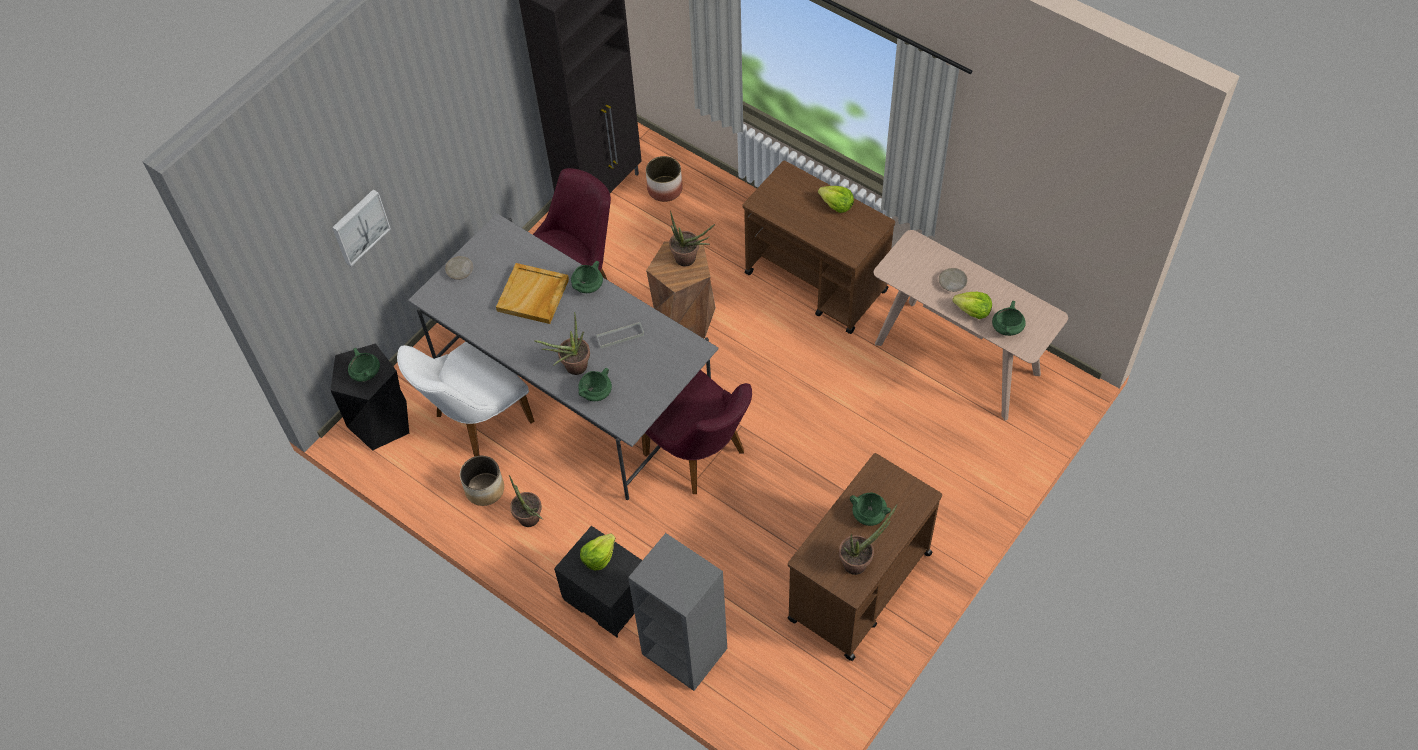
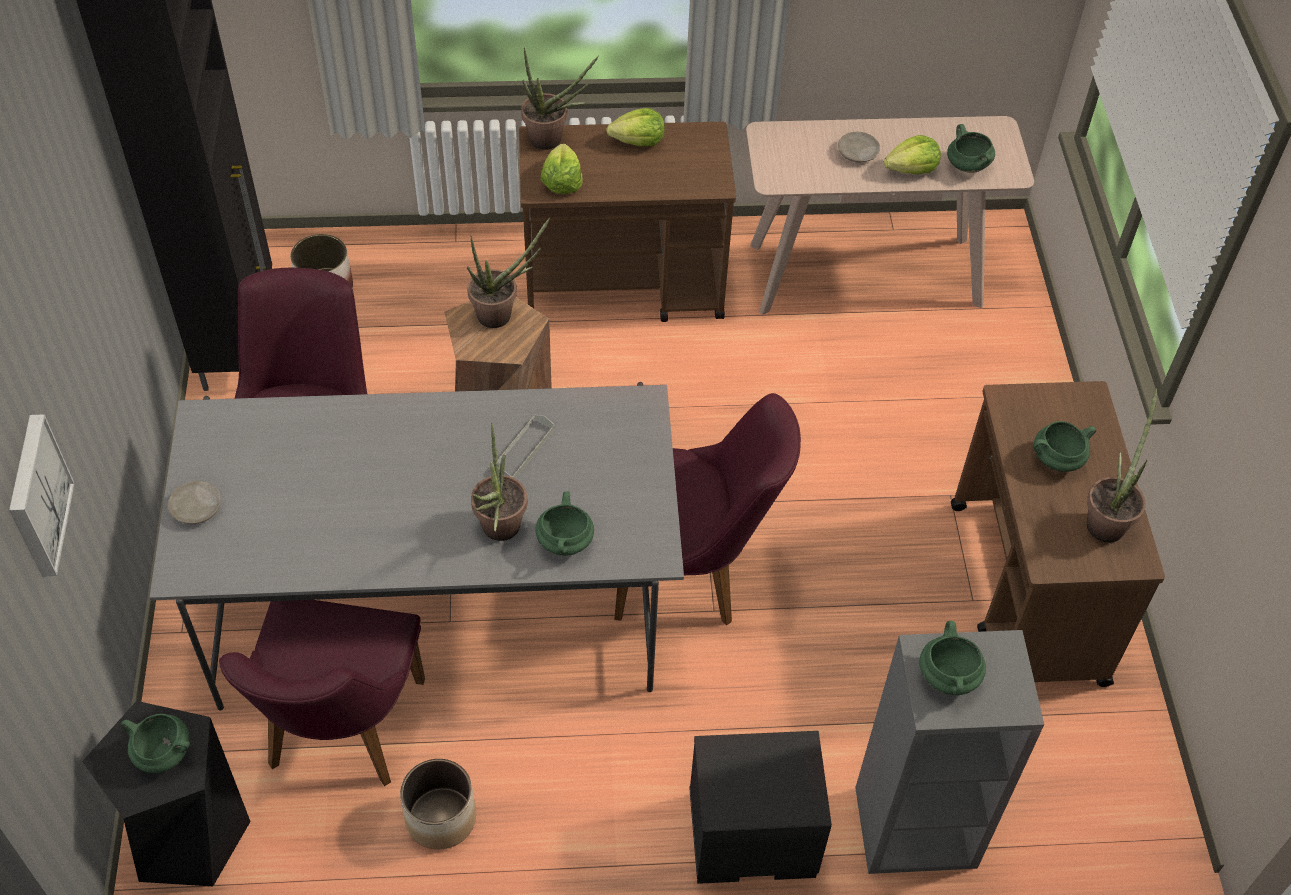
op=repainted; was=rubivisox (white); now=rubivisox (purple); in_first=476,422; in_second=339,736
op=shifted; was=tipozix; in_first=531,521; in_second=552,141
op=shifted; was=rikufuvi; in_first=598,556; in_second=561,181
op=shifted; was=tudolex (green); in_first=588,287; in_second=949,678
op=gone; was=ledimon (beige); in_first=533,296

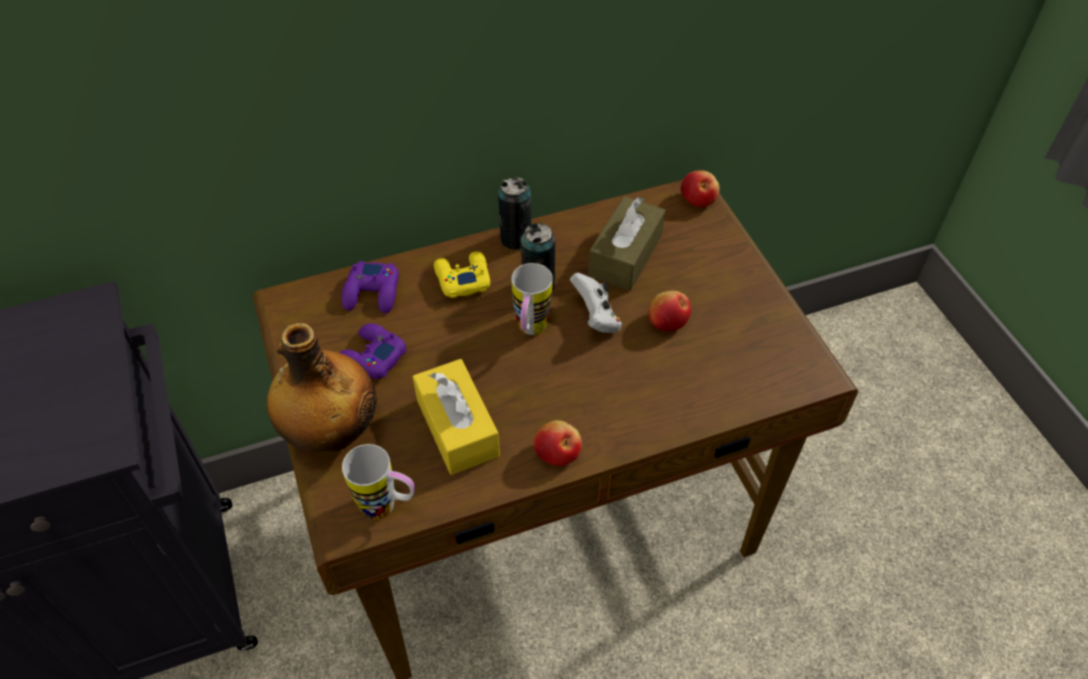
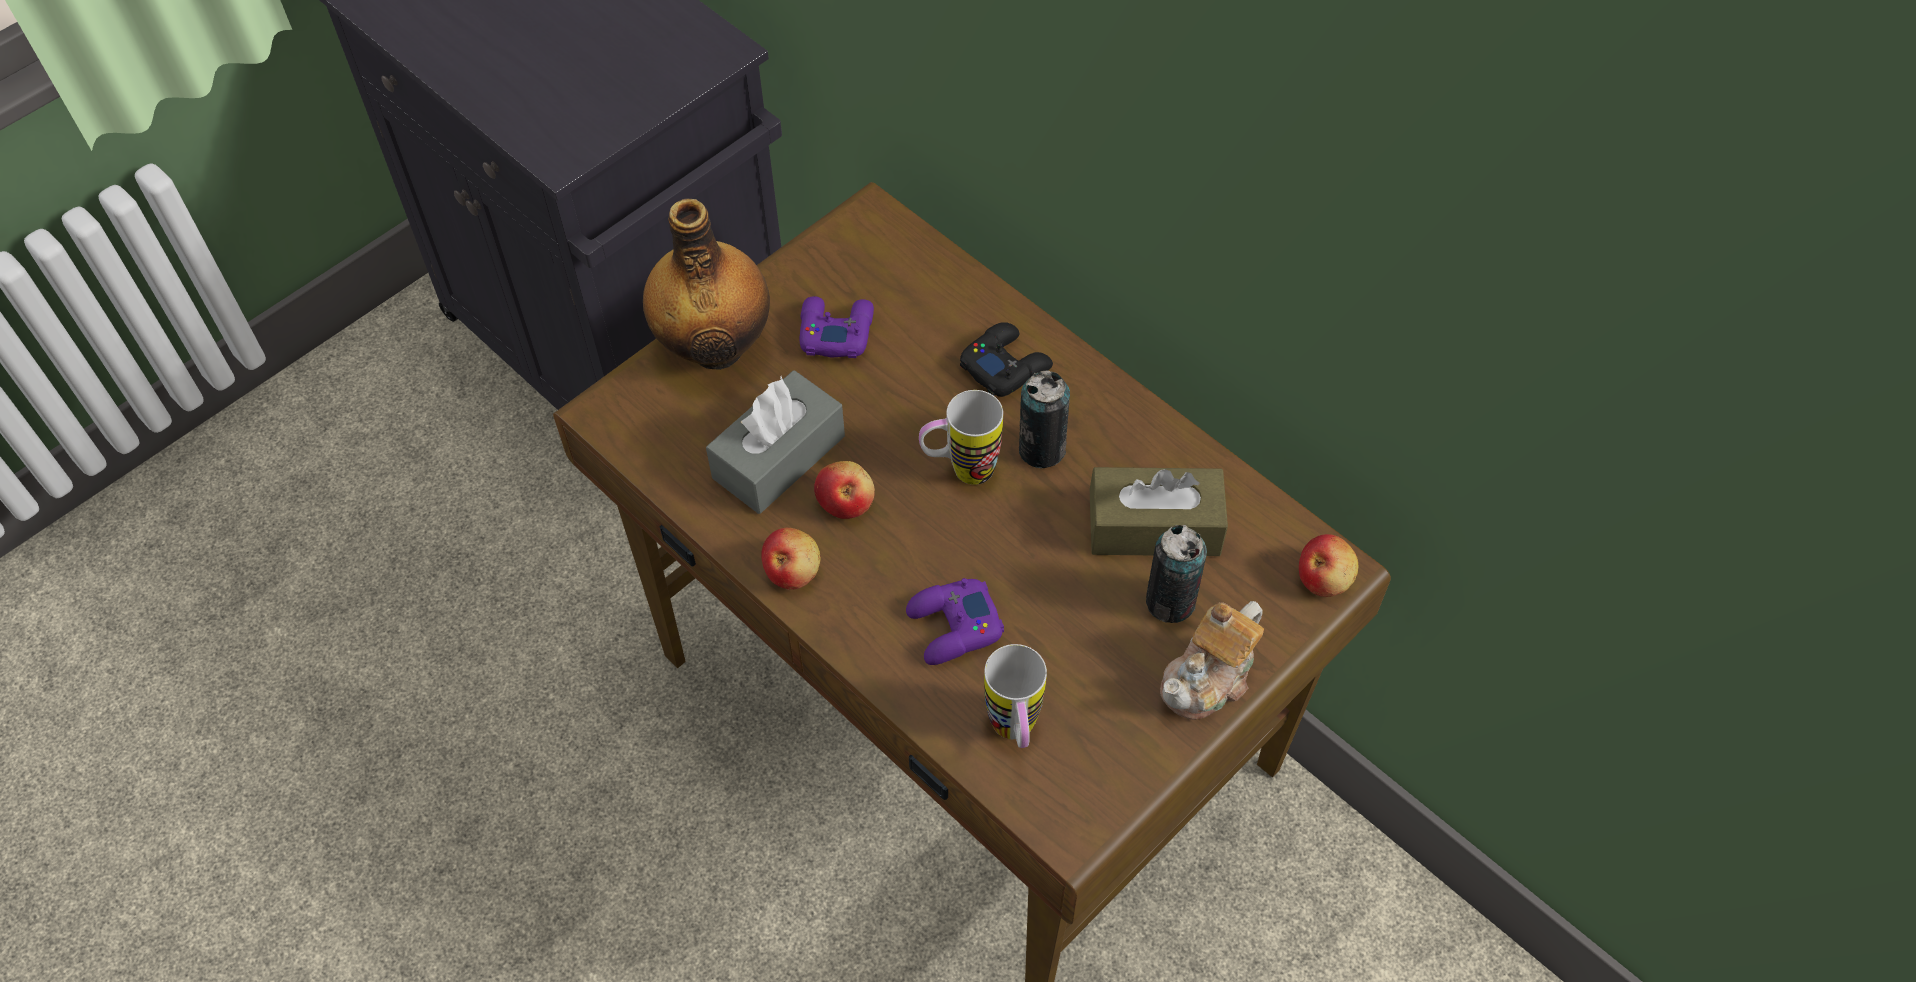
op=repainted; was=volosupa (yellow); now=volosupa (grey); in_first=457,427; in_second=779,457
op=shifted; was=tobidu; in_first=667,321; in_second=846,502
op=shifted; was=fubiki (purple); in_first=372,293; in_second=953,627
op=repainted; was=fubiki (yellow); now=fubiki (black); in_first=462,278; in_second=1005,365
op=shifted; was=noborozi; in_first=388,508; in_second=1015,734
op=shifted; was=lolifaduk; in_first=516,238; in_second=1170,602
op=new; now=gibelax; in_second=1209,678
op=gone; was=fubiki (white); in_first=596,317

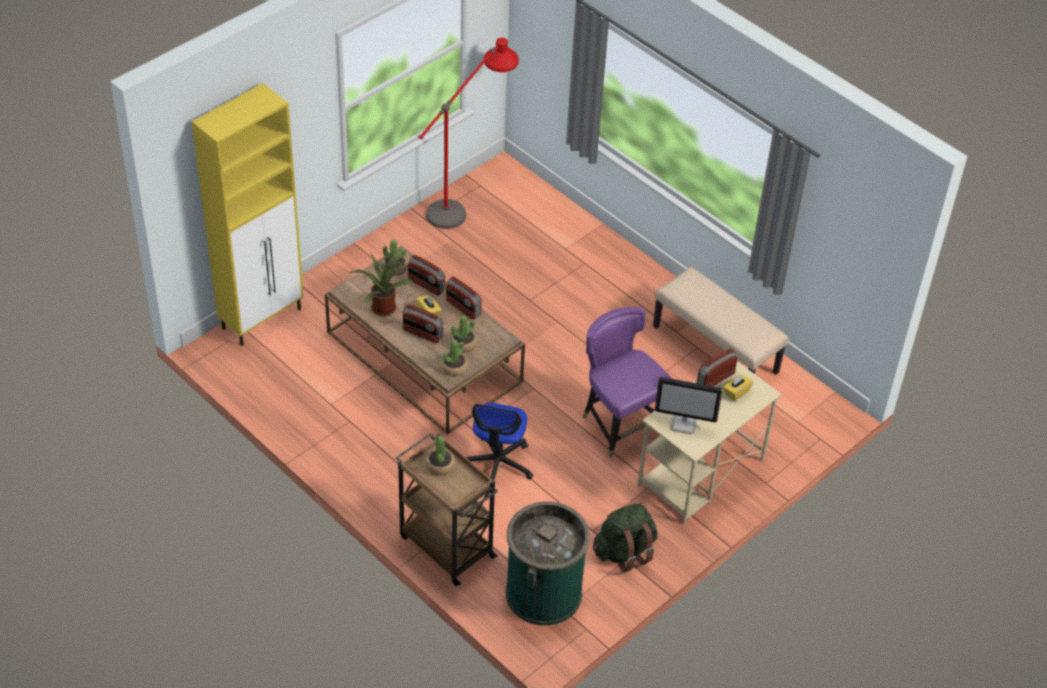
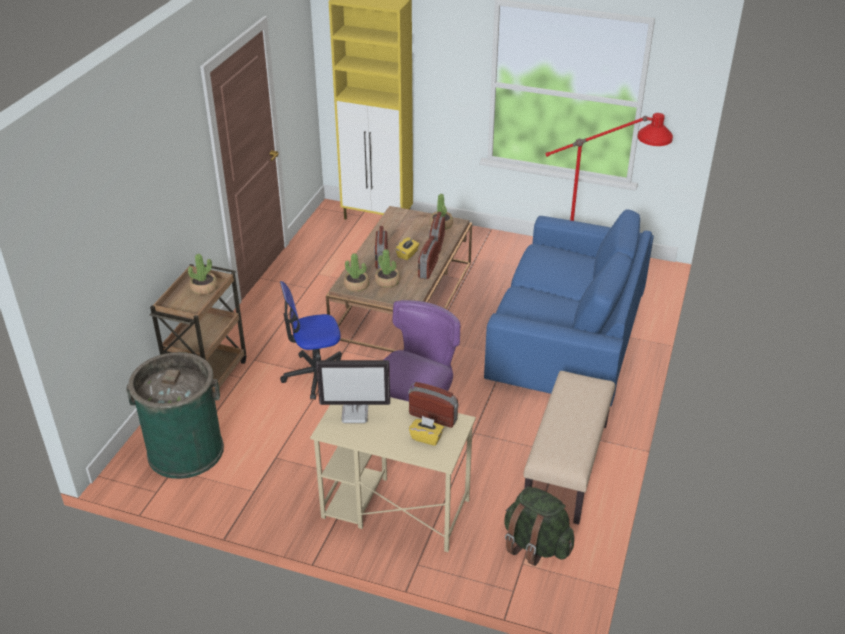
op=rotated; was=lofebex; in_first=684,423; in_second=355,414; clockwise=-75
op=new; now=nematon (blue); in_second=567,333
op=shifted; was=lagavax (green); in_first=624,551; in_second=535,545
op=gone; was=tipozix; in_first=383,306

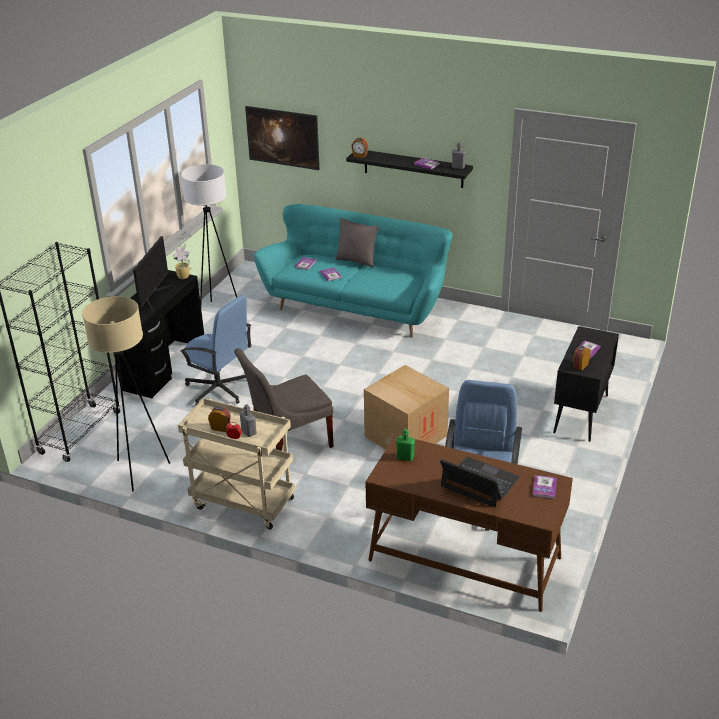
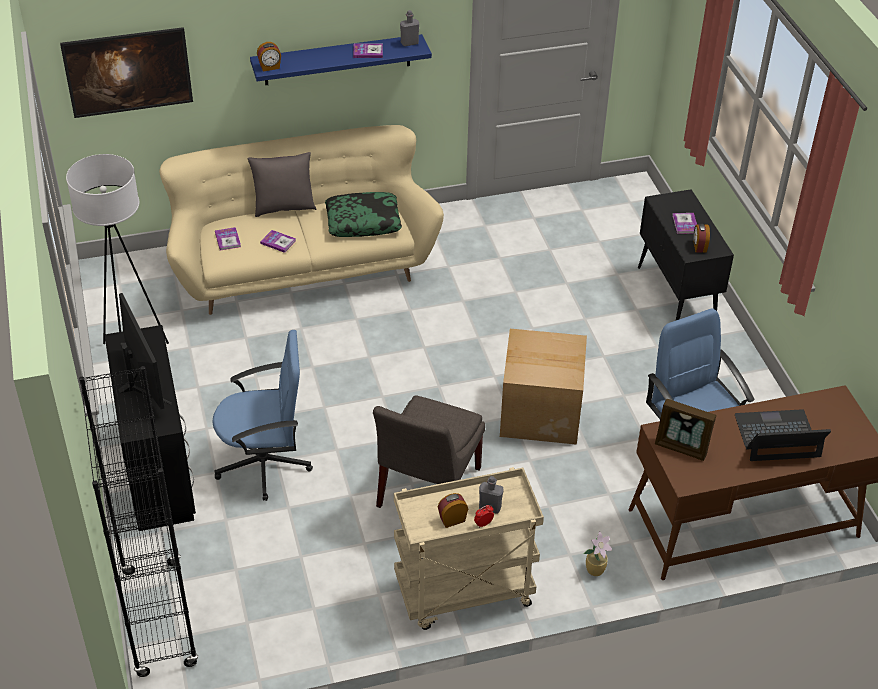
op=repainted; was=nematon (turquoise); now=nematon (beige); in_first=357,307; in_second=302,267
op=repainted; was=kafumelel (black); now=kafumelel (blue); in_first=413,168; in_second=337,60
op=new; now=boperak; in_second=363,221
op=shifted; was=tipozix; in_first=184,277; in_second=596,569
op=swapped; was=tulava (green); now=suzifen; in_first=405,457; in_second=681,447
op=gone; was=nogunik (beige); in_first=139,471
op=gone; was=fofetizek; in_first=544,488

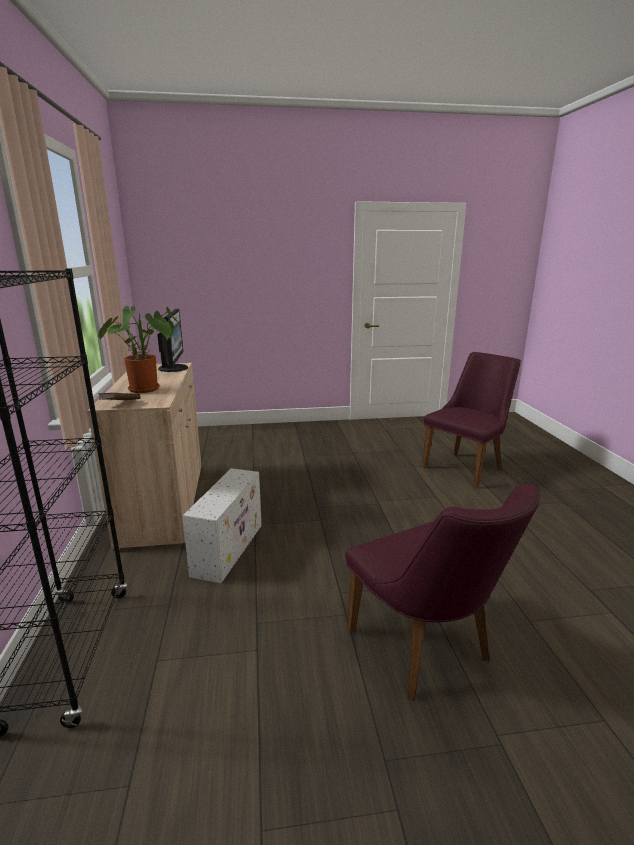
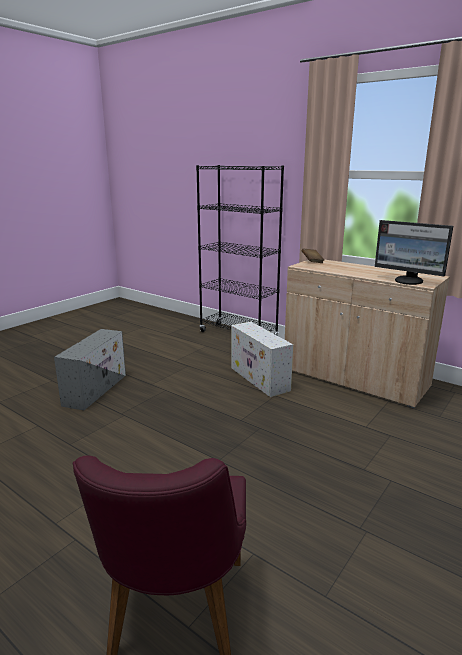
op=swapped; was=rubivisox (purple); now=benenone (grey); in_first=427,652; in_second=96,389
op=gone; was=tipozix; in_first=148,389

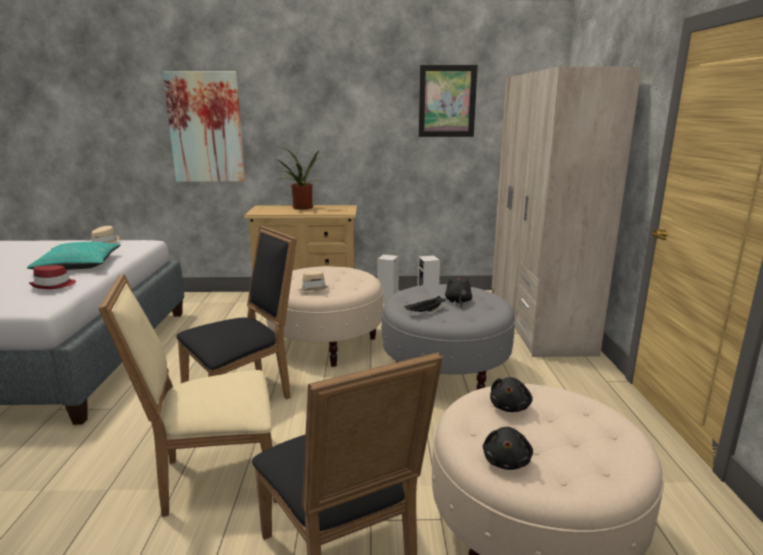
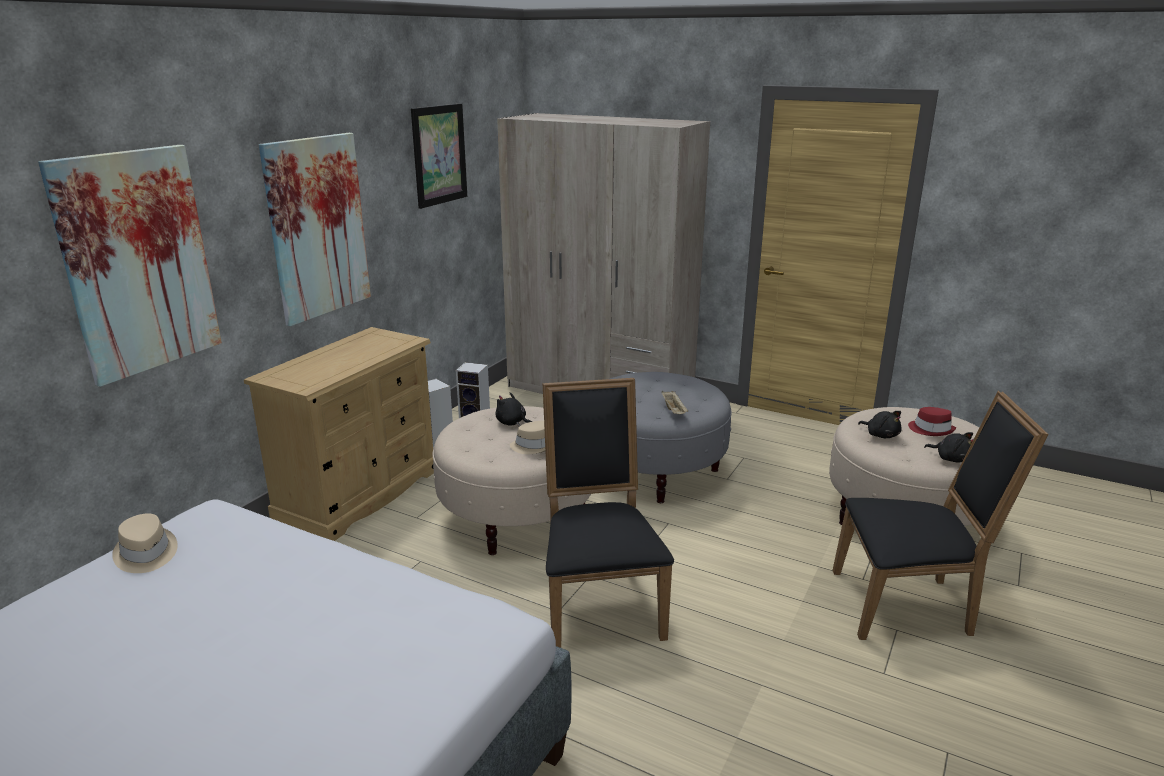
op=new; now=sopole; in_second=317,227
op=shifted; was=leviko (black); in_first=458,302; in_second=512,423
op=repainted; was=ledimon (black); now=ledimon (beige); in_first=425,312; in_second=674,411
op=shifted; was=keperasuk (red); in_first=54,285; in_second=931,429
op=gone; was=boperak (turquoise); in_first=78,265
op=gone; was=rubivisox (beige); in_first=213,477
op=gone; was=tipozix; in_first=301,208

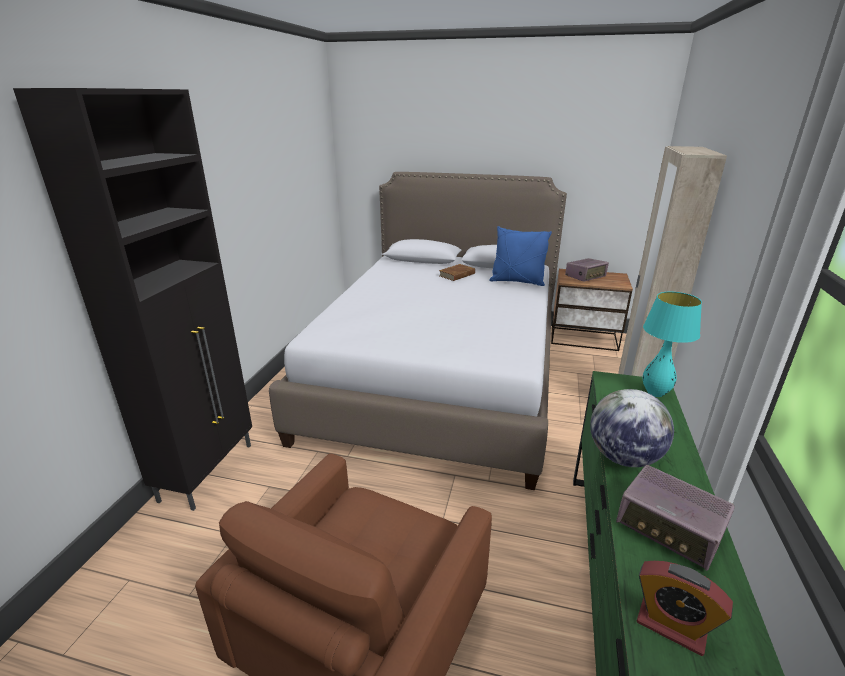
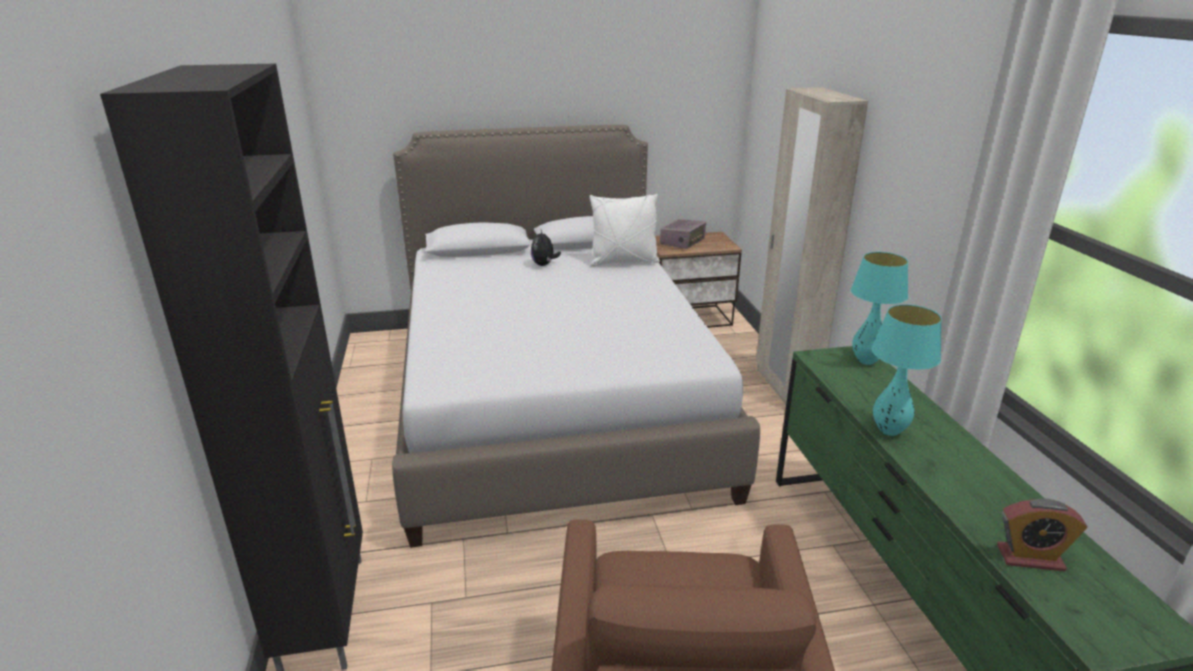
op=swapped; was=fofetizek (brown); now=leviko; in_first=457,275; in_second=544,264
op=repainted; was=boperak (blue); now=boperak (white); in_first=517,281; in_second=624,262
op=swapped; was=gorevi; now=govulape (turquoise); in_first=623,457; in_second=889,431
op=gone; was=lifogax; in_first=670,529

